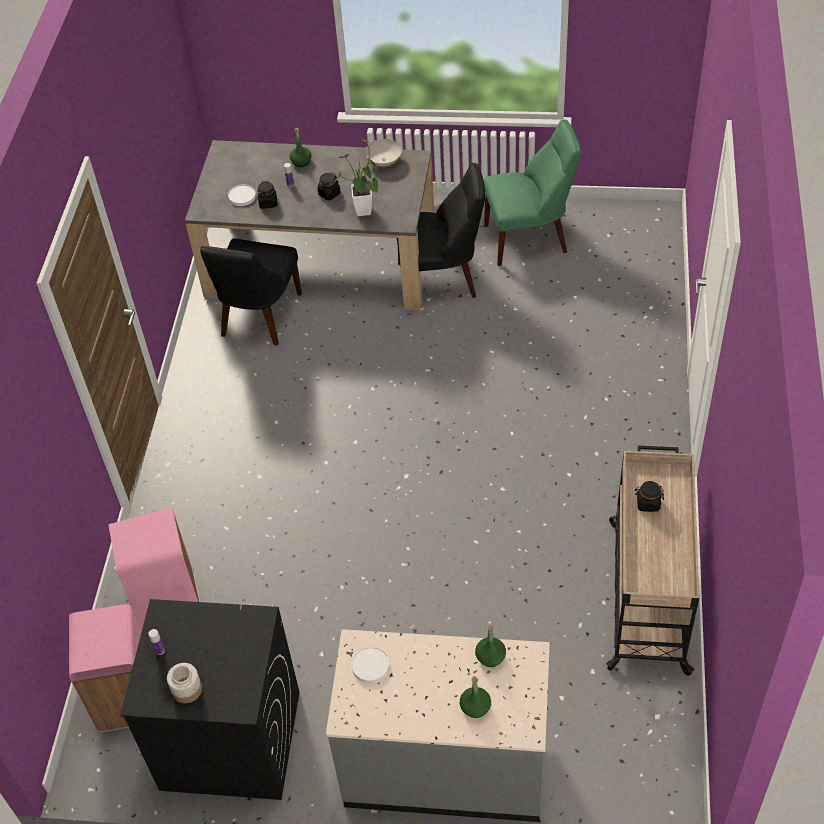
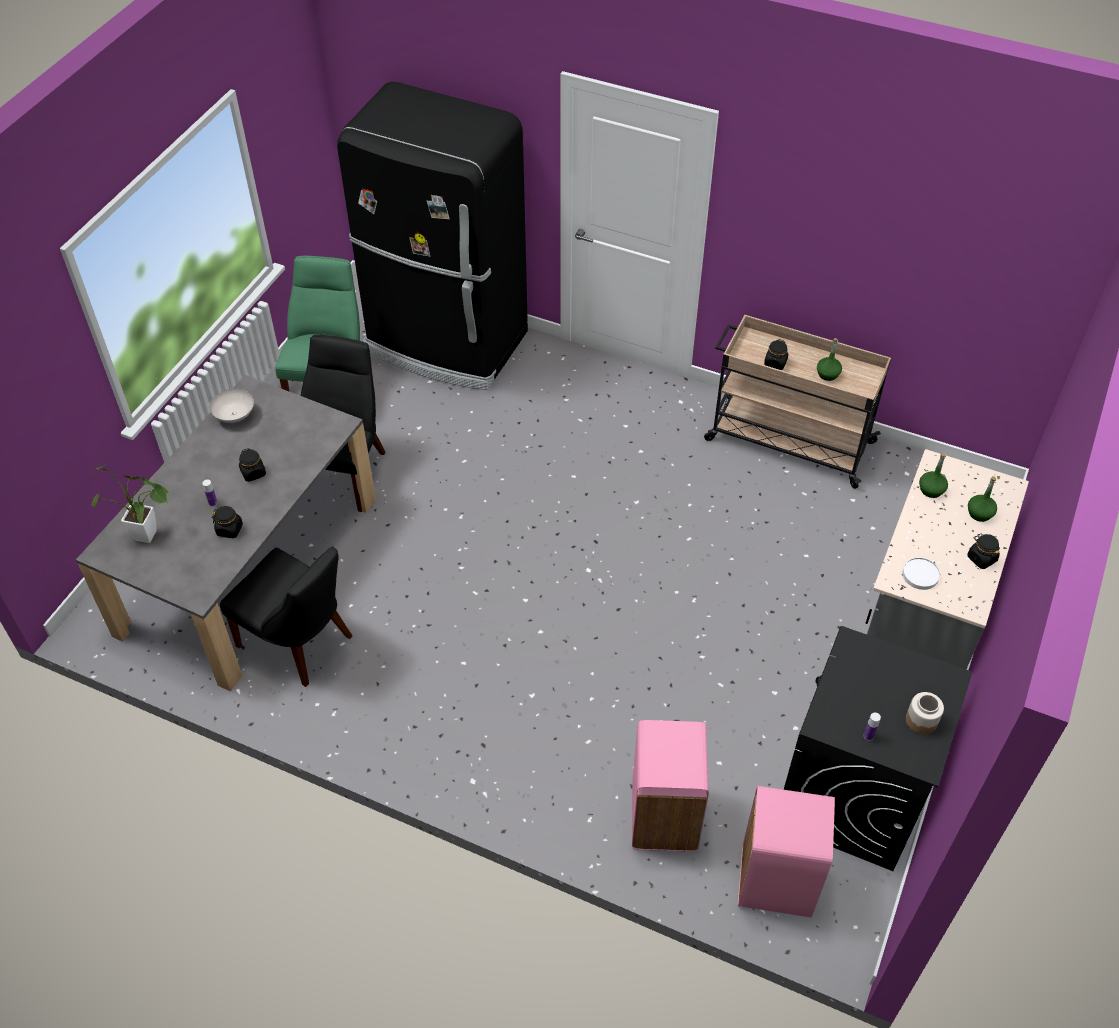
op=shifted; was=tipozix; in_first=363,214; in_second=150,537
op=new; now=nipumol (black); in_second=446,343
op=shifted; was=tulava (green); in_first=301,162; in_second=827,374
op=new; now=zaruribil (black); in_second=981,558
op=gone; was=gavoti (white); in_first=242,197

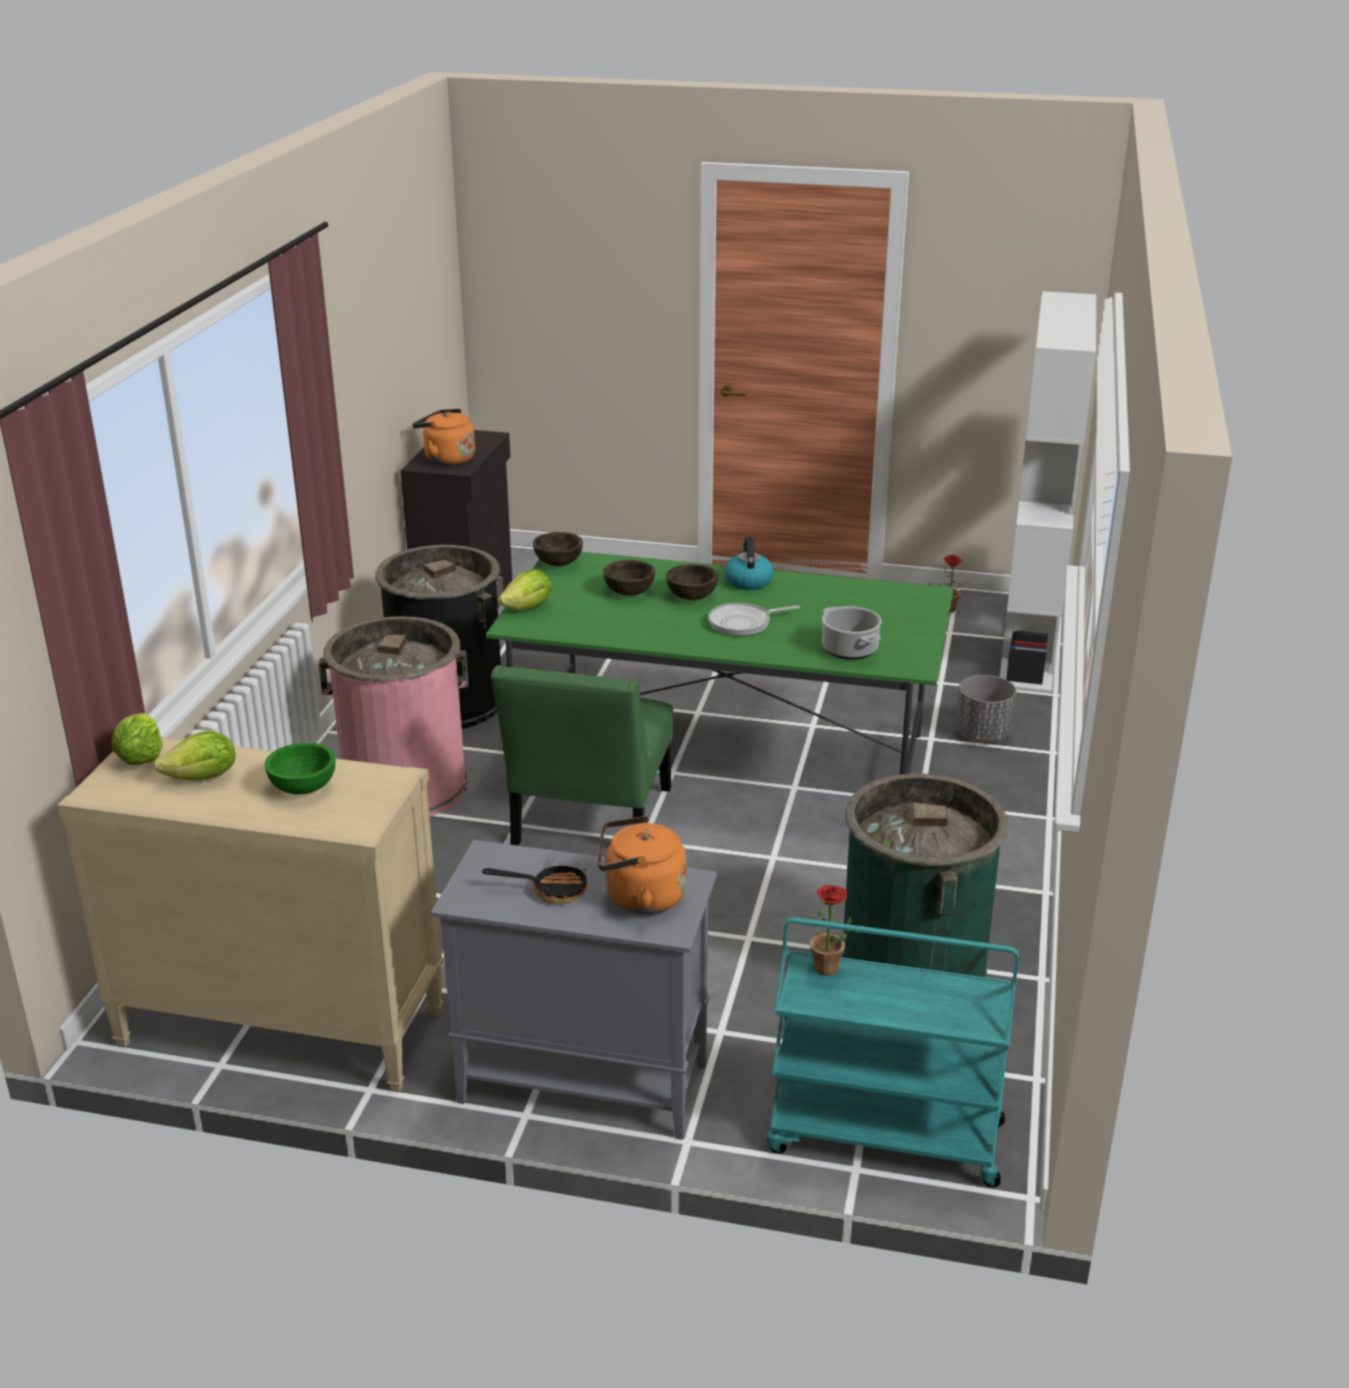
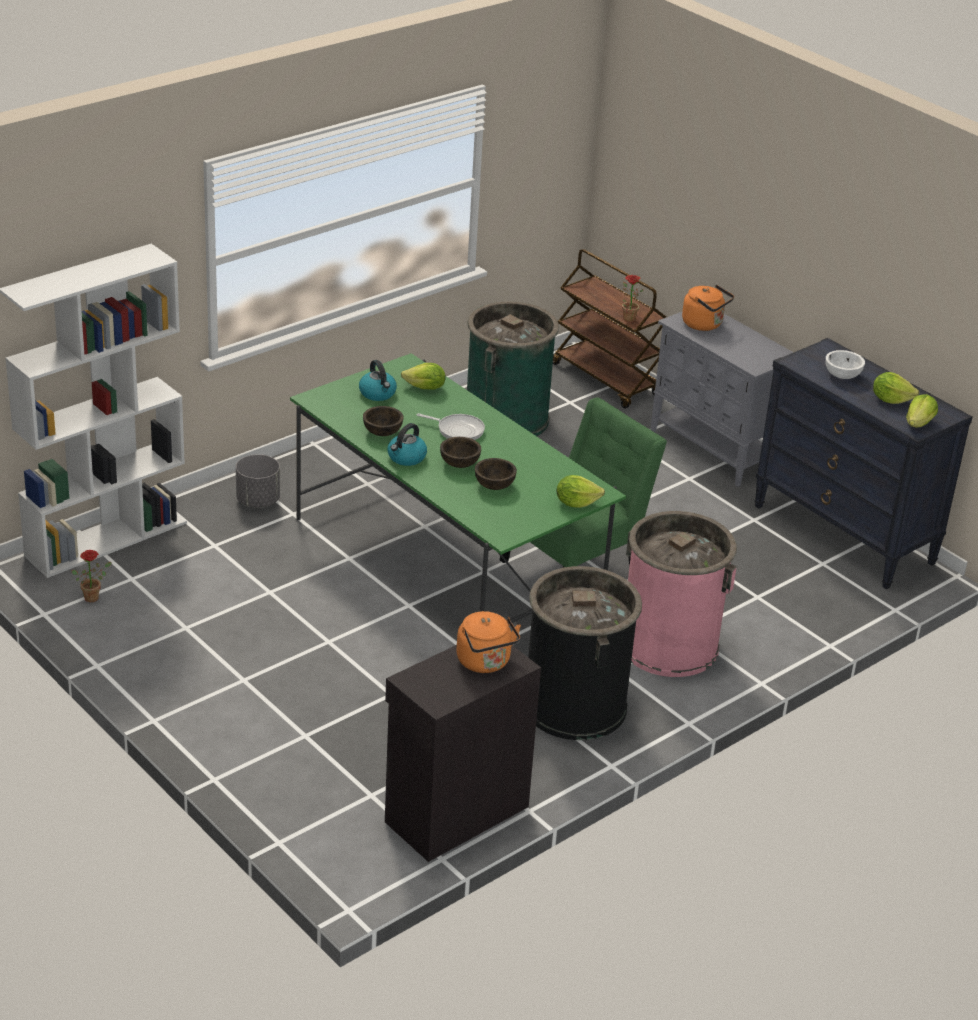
op=new; now=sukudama; in_second=378,393
op=shifted; was=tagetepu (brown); in_first=558,562; in_second=382,432
op=swapped; was=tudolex; now=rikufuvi; in_first=849,649; in_second=425,388
op=repainted; was=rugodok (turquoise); now=rugodok (brown); in_first=883,1137; in_second=606,380
op=repainted; was=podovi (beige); now=podovi (black); in_first=280,1028; in_second=844,534
op=repainted; was=tagetepu (green); now=tagetepu (white); in_first=303,787; in_second=842,375
op=gone; was=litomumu; in_first=550,890

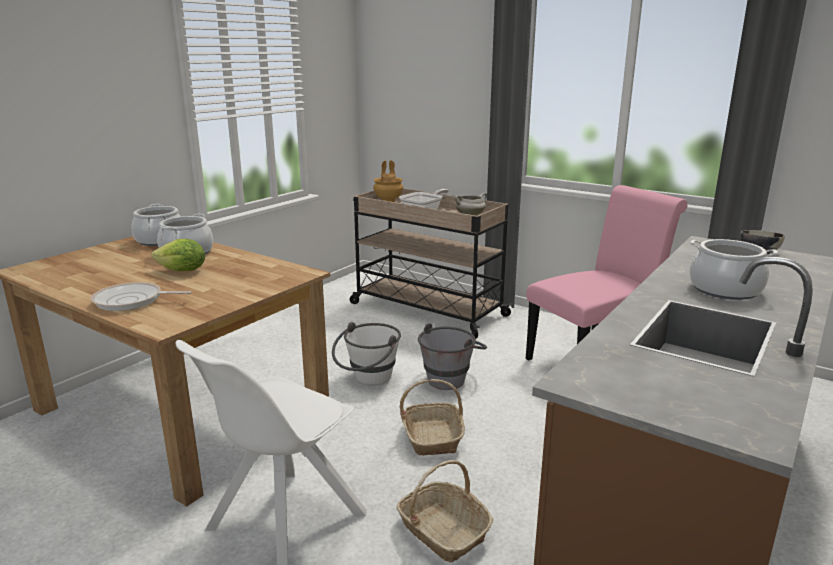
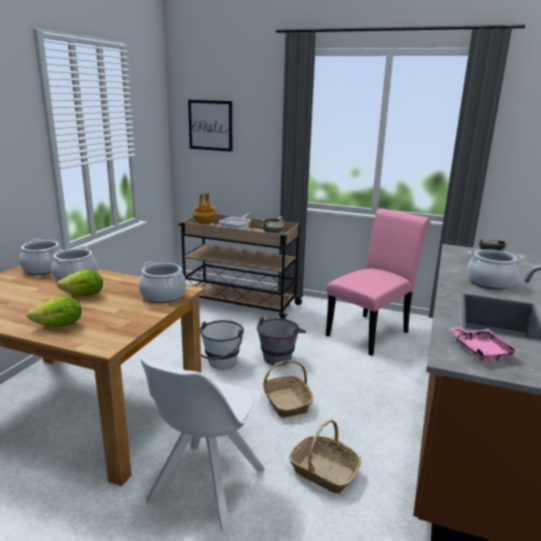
op=swapped; was=litomumu; now=rikufuvi; in_first=132,301; in_second=59,326
op=new; now=tudolex; in_second=163,296
op=new; now=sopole; in_second=210,125
op=new; now=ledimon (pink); in_second=481,350

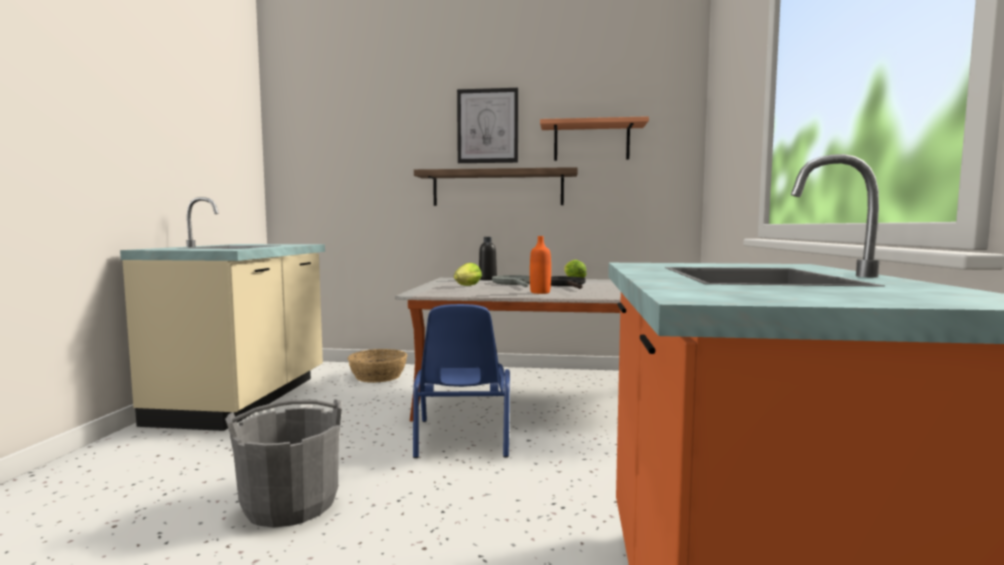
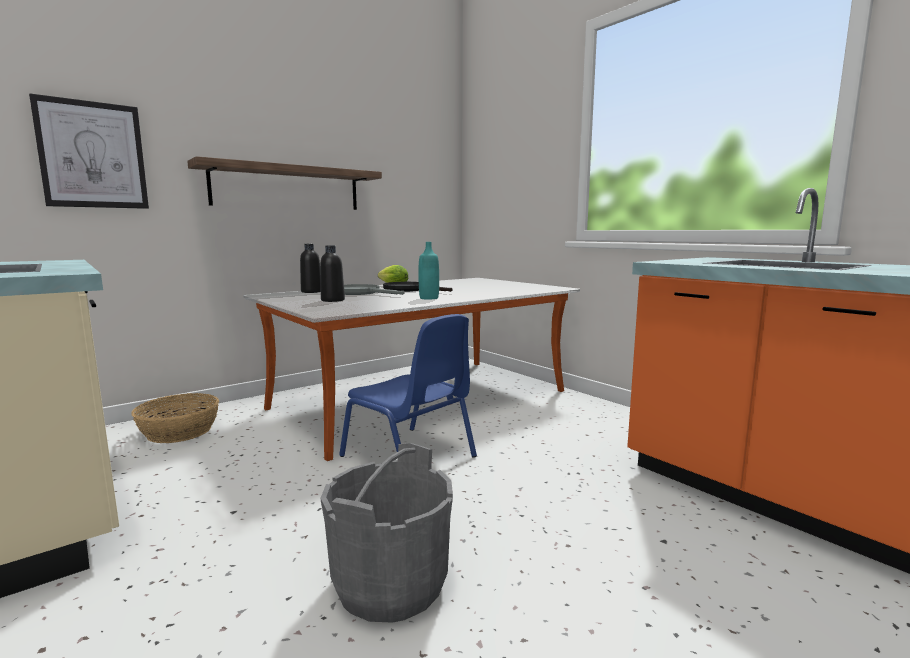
op=shifted; was=sopole; in_first=487,126; in_second=92,155
op=swapped; was=rikufuvi; now=tulava (black); in_first=466,286; in_second=332,300
op=repainted; was=tulava (orange); now=tulava (turquoise); in_first=540,292; in_second=429,298
op=gone; was=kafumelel; in_first=591,142

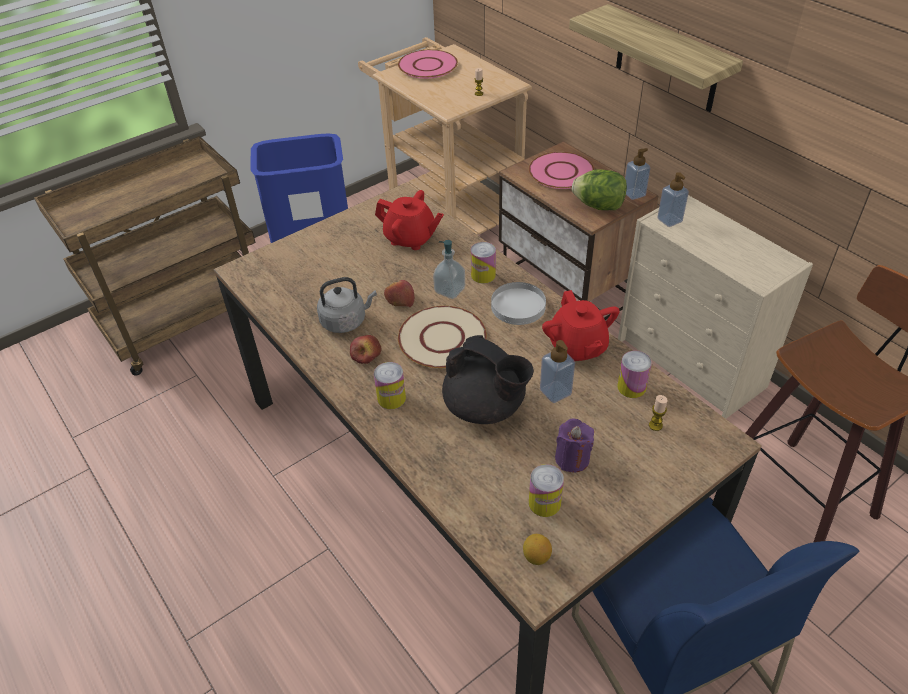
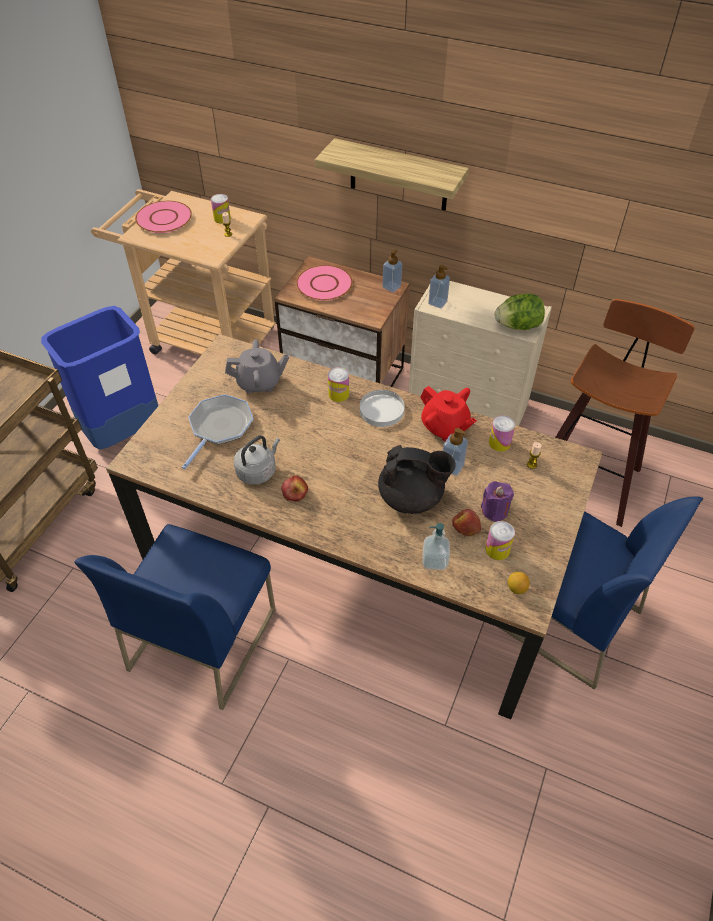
op=new; now=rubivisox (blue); in_second=202,638
op=new; now=litomumu; in_second=219,427
op=shifted; was=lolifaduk; in_first=391,398; in_second=222,218
op=repainted; was=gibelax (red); now=gibelax (grey); in_first=410,238; in_second=259,383
op=shifted; was=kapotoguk; in_first=450,290; in_second=434,560
op=shifted; was=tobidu; in_first=400,300; in_second=466,527
op=shifted; was=rikufuvi; in_first=599,206; in_second=518,326
op=gone; was=gavoti (beige); in_first=442,338

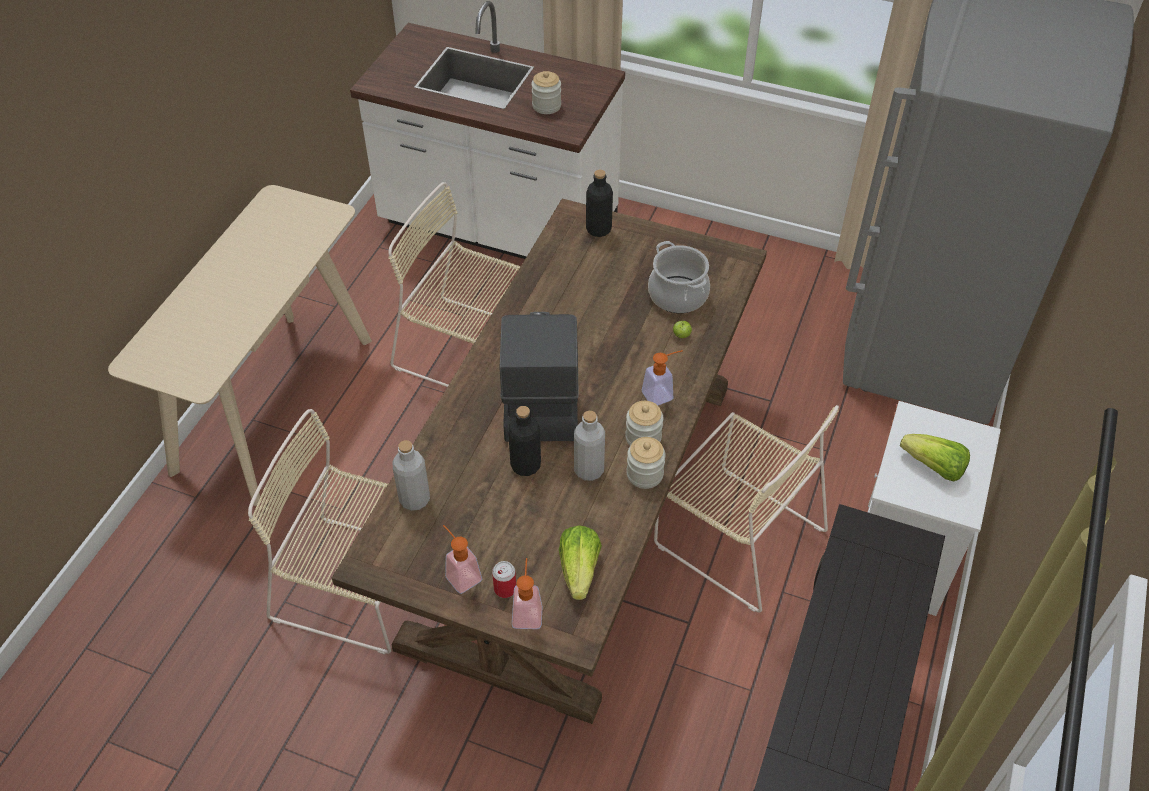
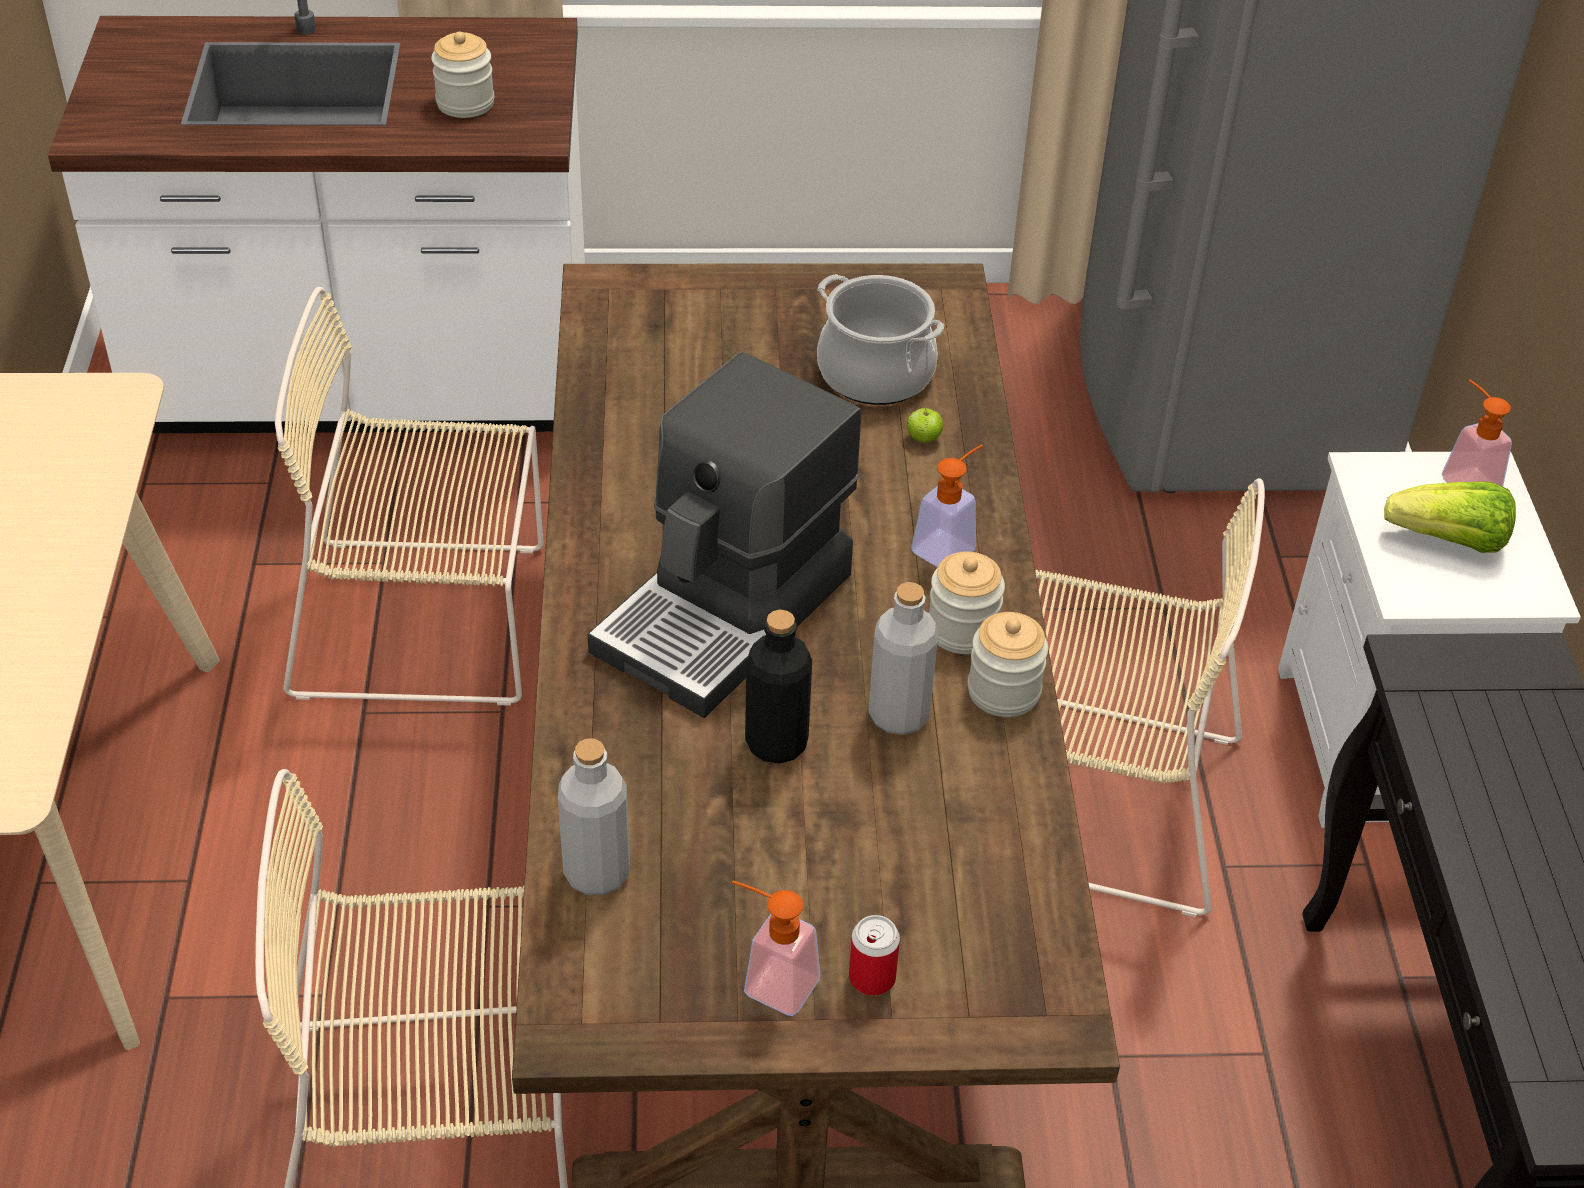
op=rotated; was=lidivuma; in_first=539,395; in_second=728,613; clockwise=-120
op=shifted; was=kapotoguk; in_first=527,611; in_second=1464,479
op=gone; was=rikufuvi; in_first=579,570
op=gone; was=tulava (black); in_first=598,229

